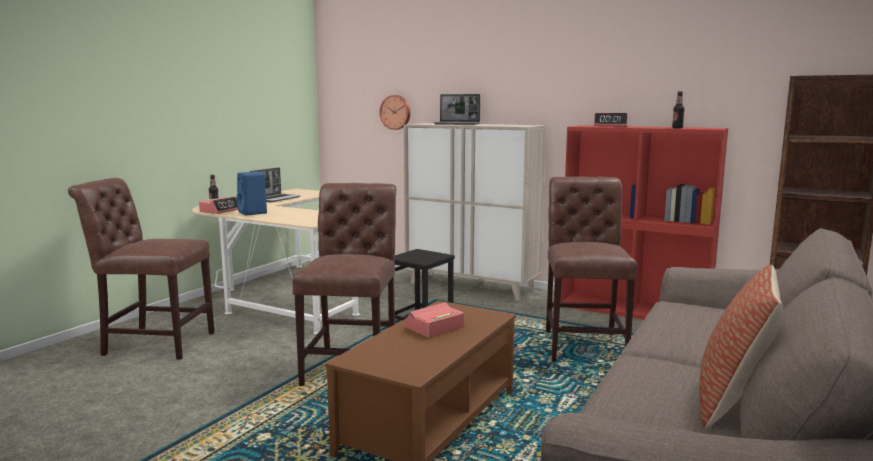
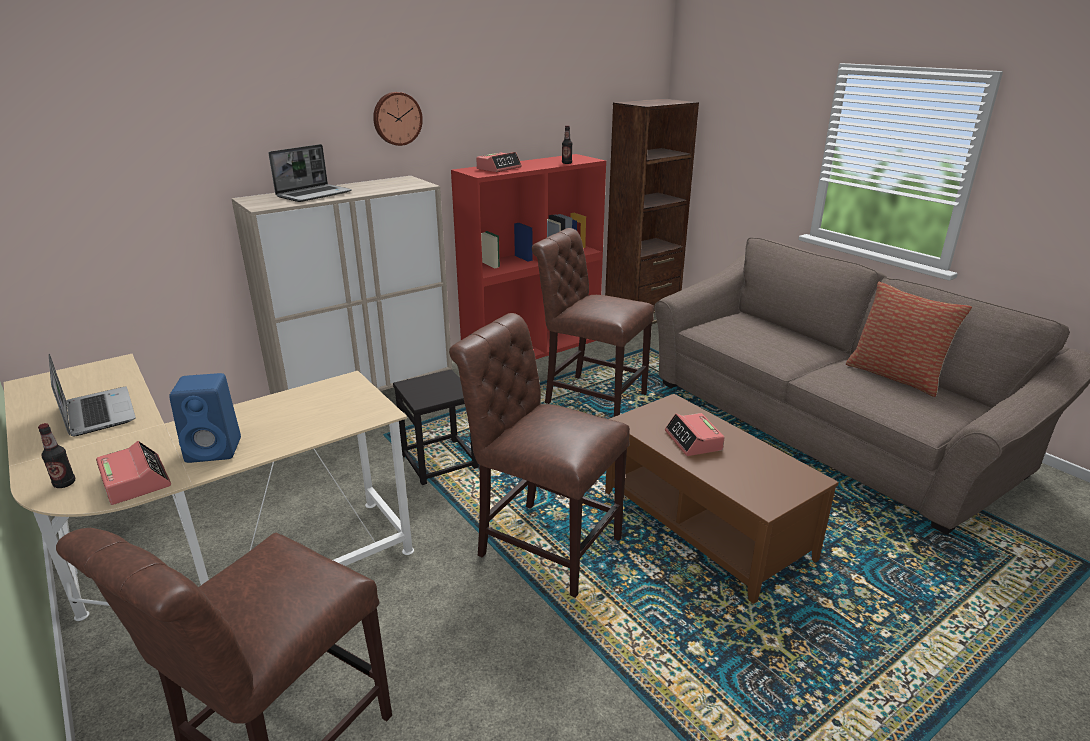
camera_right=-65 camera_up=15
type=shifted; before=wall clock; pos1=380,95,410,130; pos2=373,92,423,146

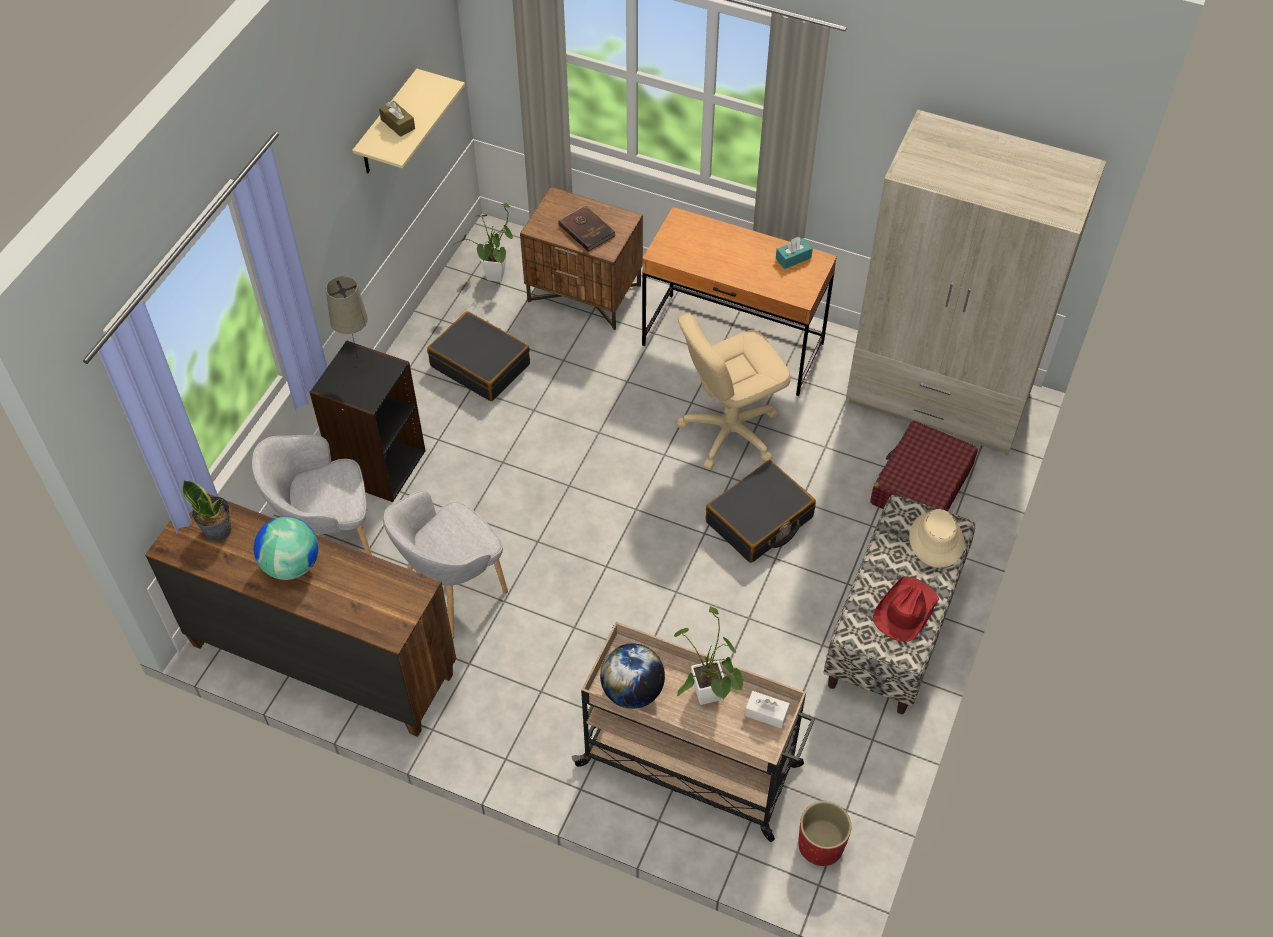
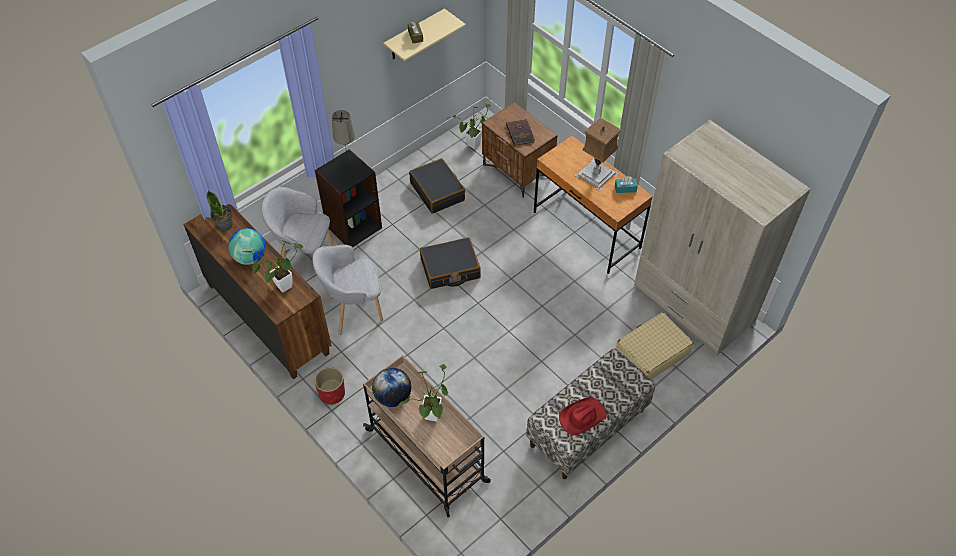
camera_right=25 camera_up=0
type=gone; before=computer chair in sand-coloured; pos1=677,313,791,470
type=shifted; before=piece of luggage in blackish; pos1=706,460,816,563; pos2=420,237,481,289
type=gone; before=tissue box in white-coloured; pos1=745,691,790,729
type=shifted; before=flower pot in reddish; pos1=798,801,852,866; pos2=314,367,345,405
type=repainted; before=piece of luggage in reddish; after=piece of luggage in sand-coloured; pos1=870,421,978,511; pos2=616,312,694,379
type=gone; before=hat in sand-coloured; pos1=909,509,965,568
type=new; after=houseplant; pos2=242,240,304,292
type=new; after=tabletop lamp; pos2=574,117,622,191

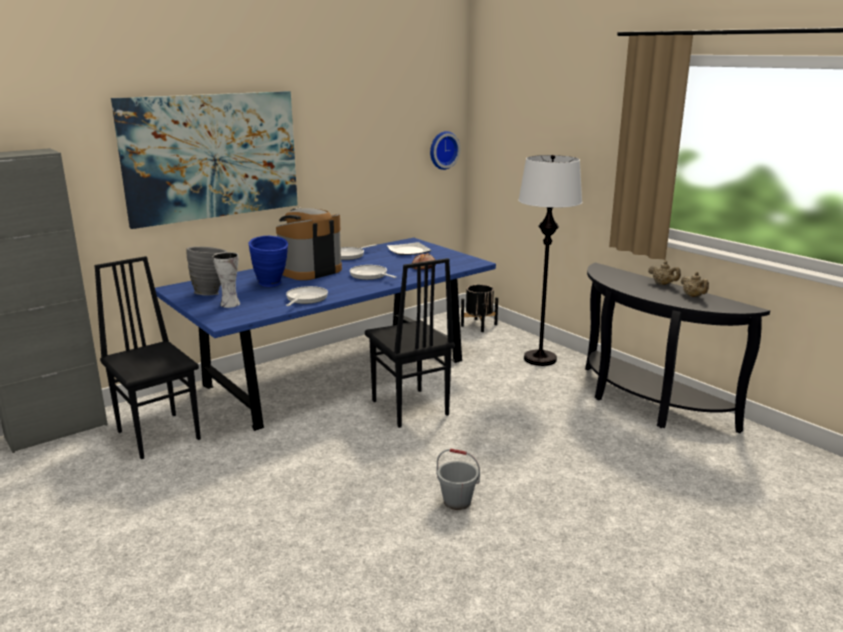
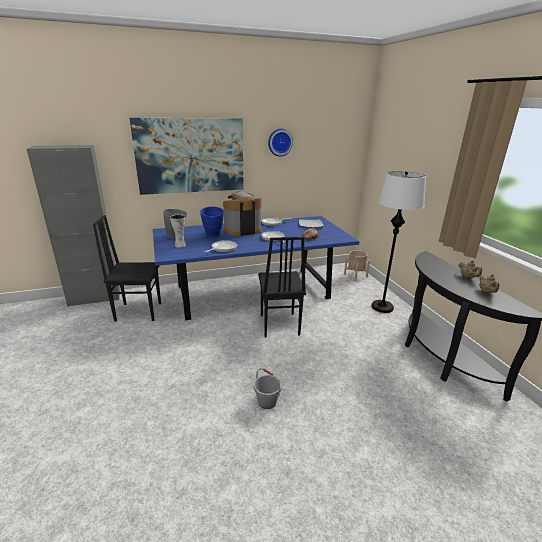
camera_right=20 camera_up=5
type=rotated; before=chair in blackish; pos1=94,256,201,459; pos2=93,215,161,322; turn=-75
type=shifted; before=wall clock; pos1=430,131,460,170; pos2=268,129,293,156
type=repainted; before=flower pot in blackish; after=flower pot in sand-coloured; pos1=461,285,498,332; pos2=344,250,370,281

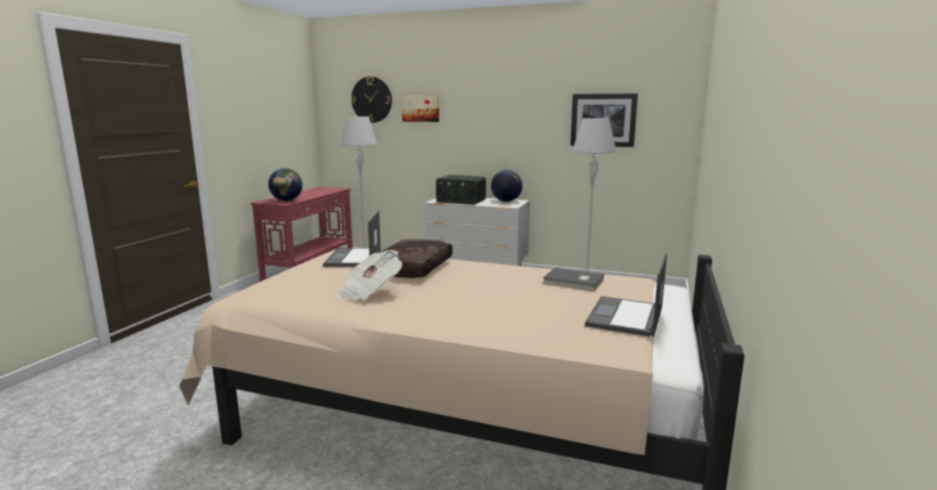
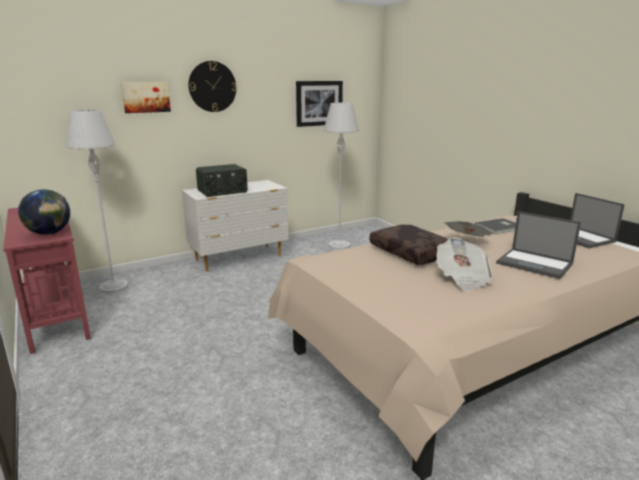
camera_right=-50 camera_up=5
type=shifted; before=notebook computer; pos1=323,211,381,267; pos2=496,211,581,279
type=shifted; before=wall clock; pos1=351,77,392,123; pos2=189,61,237,112
type=gone; before=globe; pos1=491,170,522,202
type=new; after=daily paper; pos2=444,221,492,237

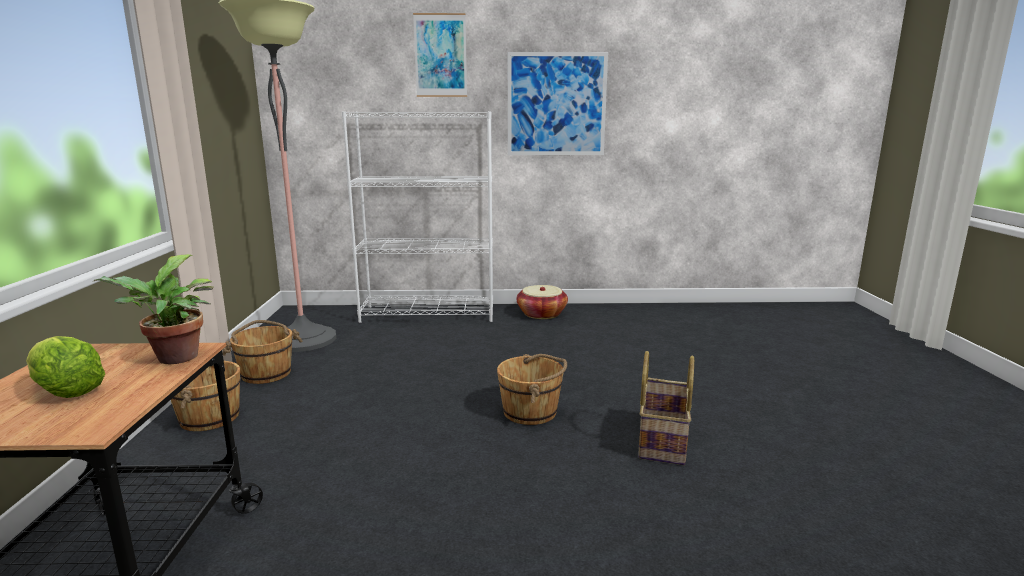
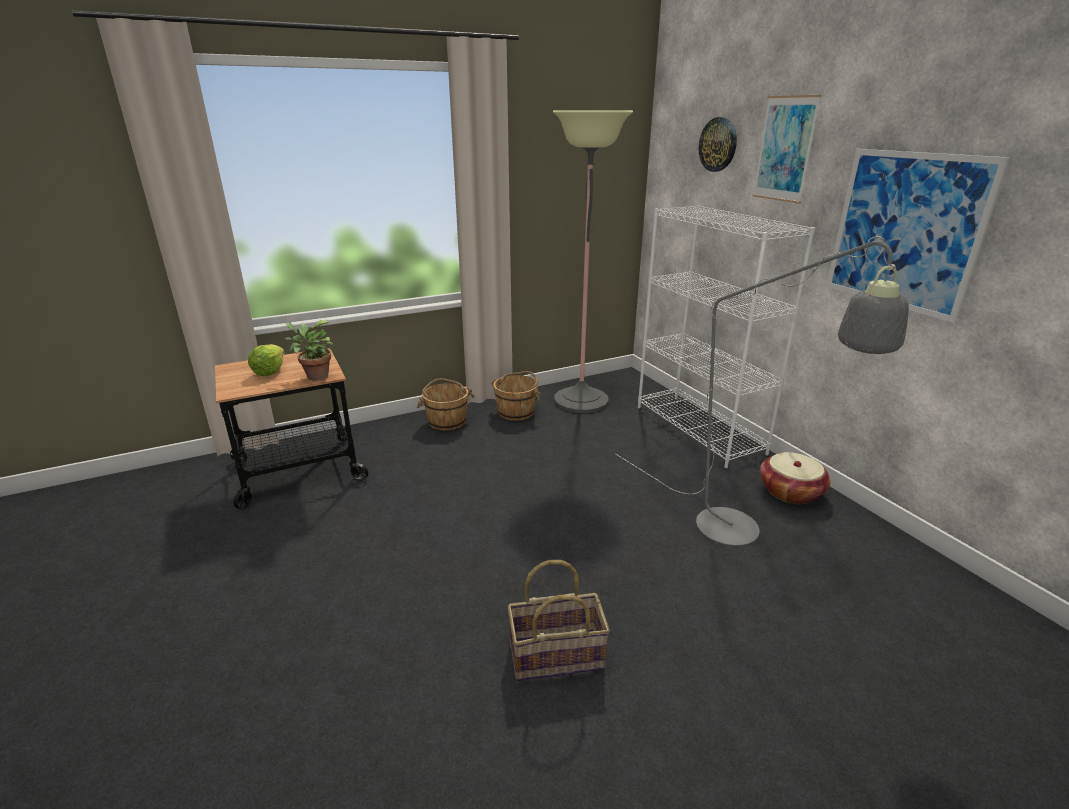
camera_right=65 camera_up=10
type=gone; before=bucket in brown; pos1=497,354,567,425
type=new; after=floor lamp in gray; pos2=616,236,909,546
type=new; after=wall clock; pos2=699,117,737,172

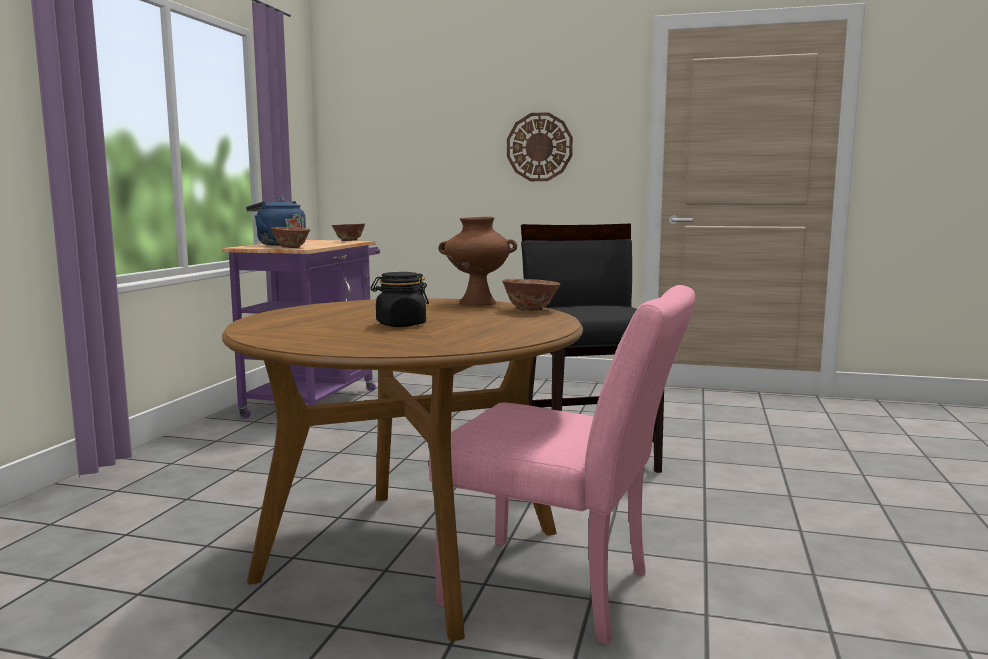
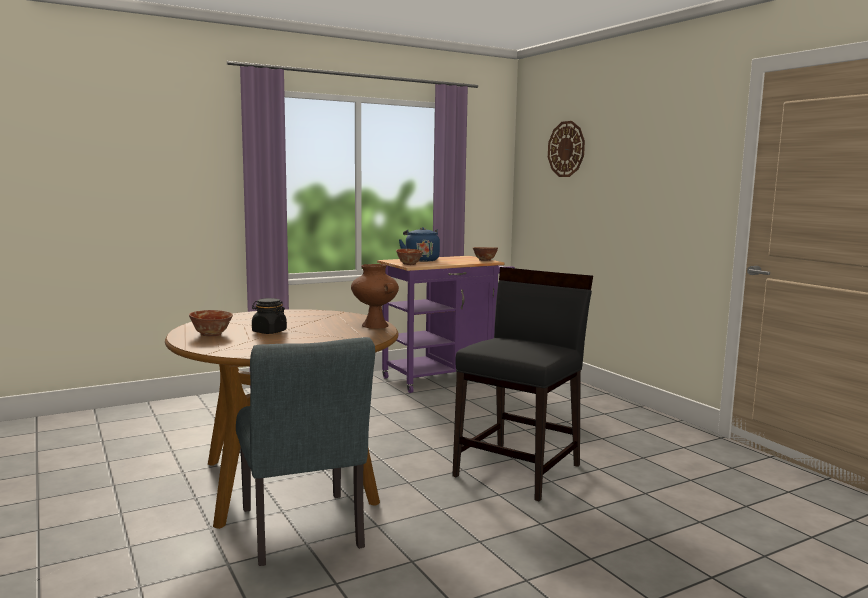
camera_right=45 camera_up=0
type=repainted; before=chair in pink; after=chair in gray; pos1=429,285,695,645; pos2=236,337,375,566
type=shifted; before=bowl; pos1=502,279,560,311; pos2=189,310,233,336
type=shifted; before=wall clock; pos1=507,112,573,181; pos2=548,121,585,177

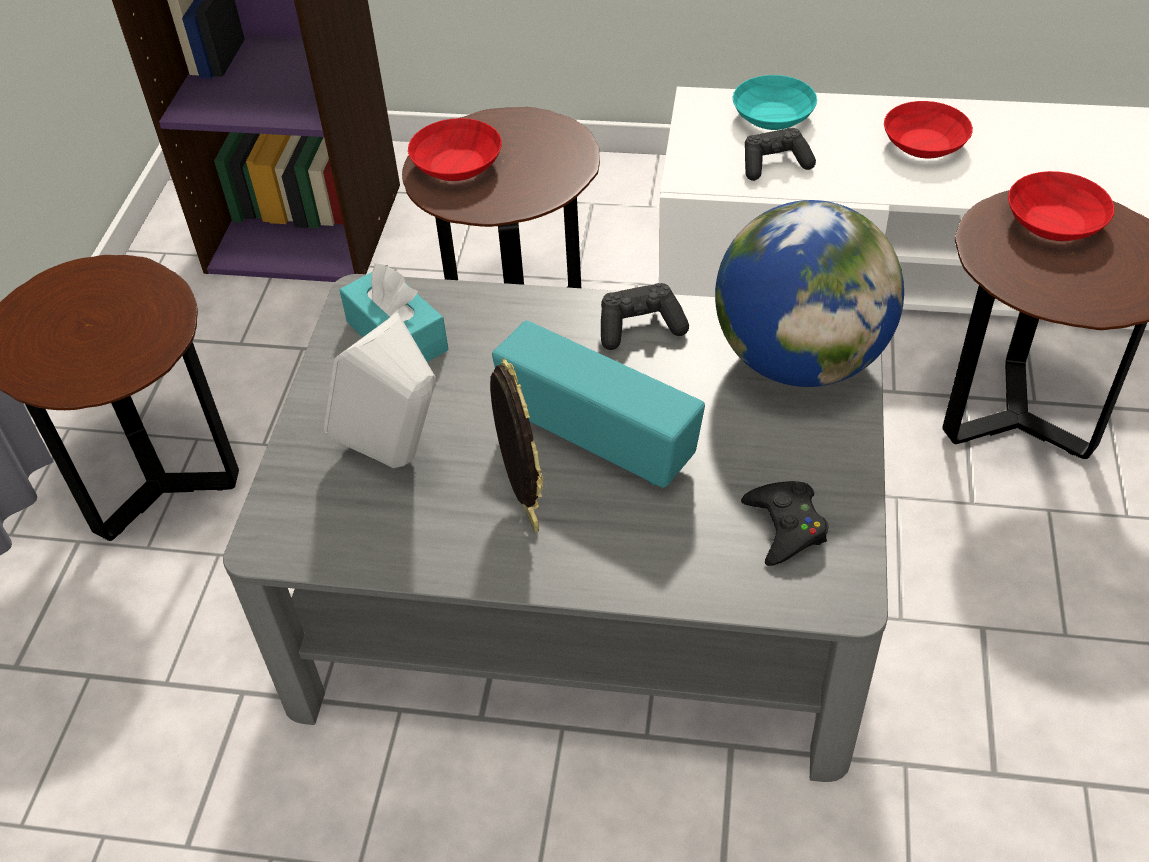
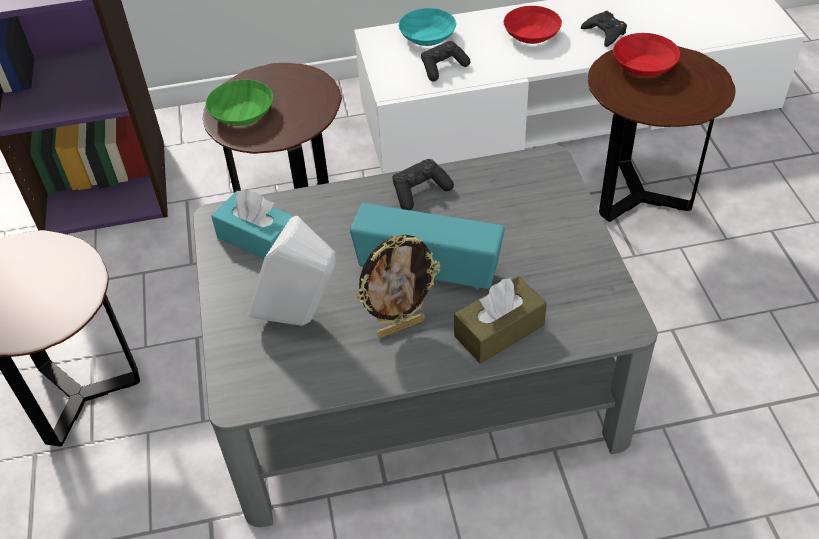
camera_right=-20 camera_up=0
type=repainted; before=bowl in reddish; after=bowl in greenish; pos1=408,118,502,181; pos2=206,79,273,126
type=rotated; before=photo frame; pos1=490,358,543,532; pos2=355,234,440,338; turn=105
type=gone; before=globe; pos1=715,200,904,387
type=shifted; before=joypad in blackish; pos1=741,481,828,566; pos2=581,11,627,47
type=new; after=tissue box in brown; pos2=454,277,547,364

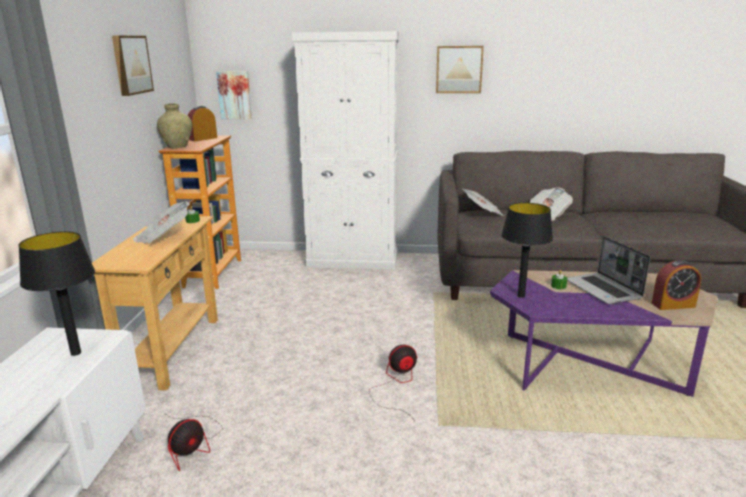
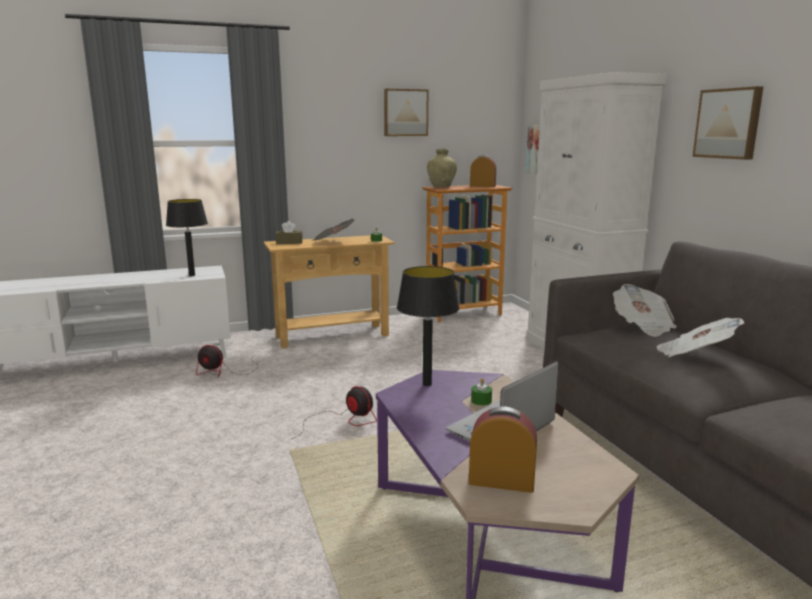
camera_right=65 camera_up=-5
type=rotated; before=table clock; pos1=652,260,701,310; pos2=469,406,537,493; turn=135
type=new; after=tissue box in brown; pos2=276,221,303,244

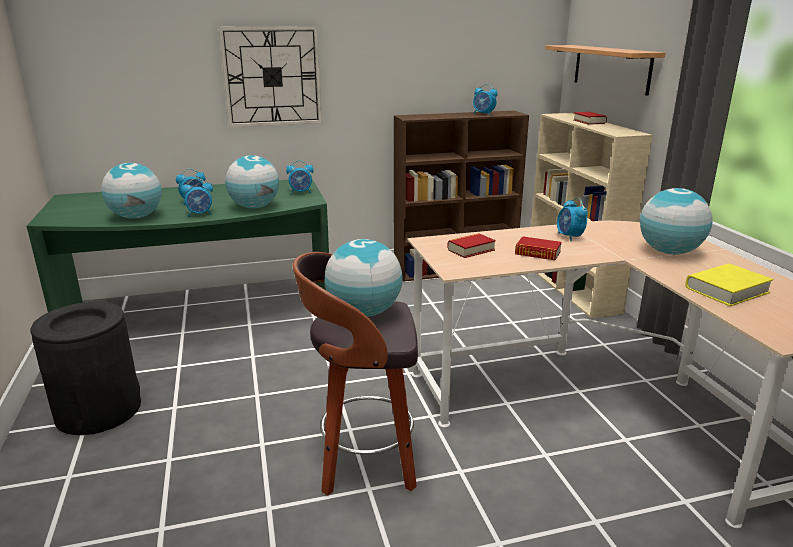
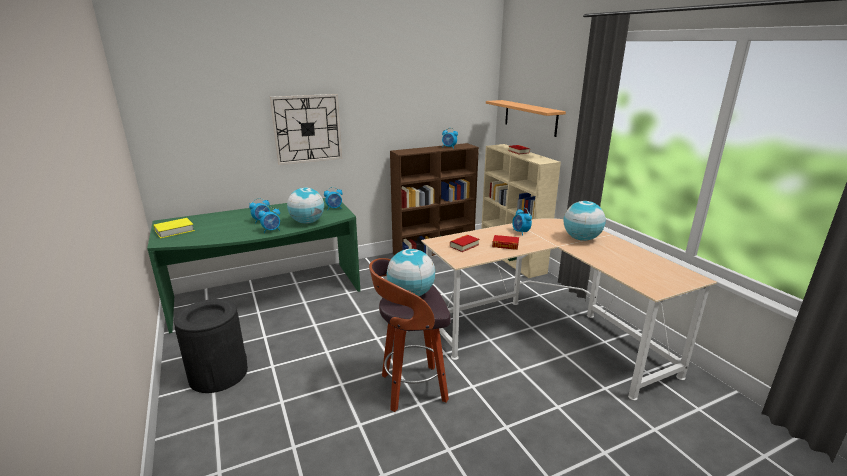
camera_right=-10 camera_up=0
type=gone; before=globe; pos1=101,163,162,219
type=shifted; before=book in yellow; pos1=685,264,773,306; pos2=154,218,195,238

